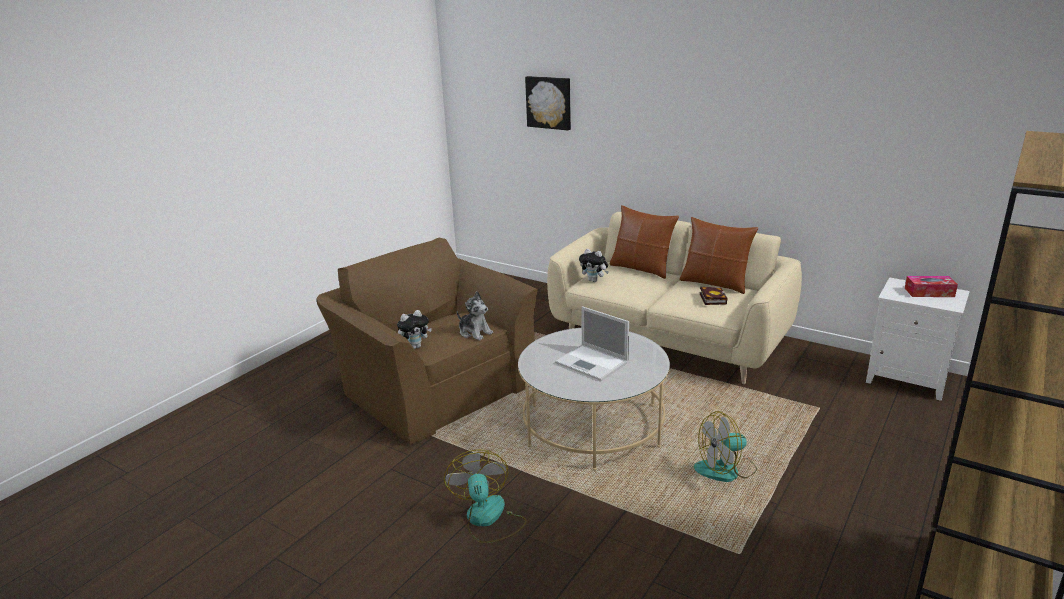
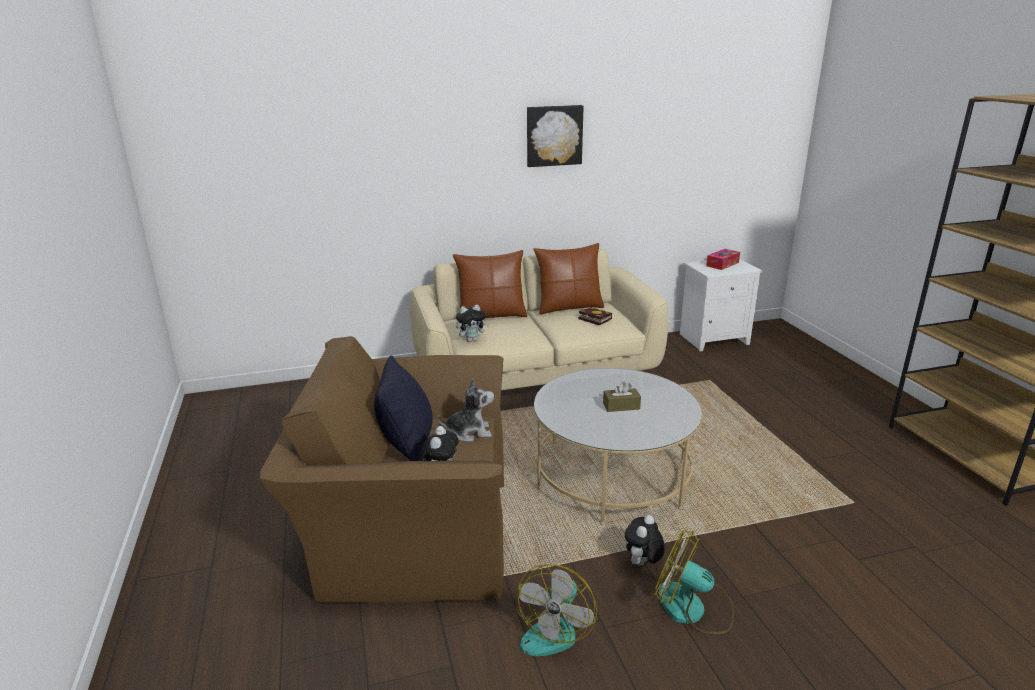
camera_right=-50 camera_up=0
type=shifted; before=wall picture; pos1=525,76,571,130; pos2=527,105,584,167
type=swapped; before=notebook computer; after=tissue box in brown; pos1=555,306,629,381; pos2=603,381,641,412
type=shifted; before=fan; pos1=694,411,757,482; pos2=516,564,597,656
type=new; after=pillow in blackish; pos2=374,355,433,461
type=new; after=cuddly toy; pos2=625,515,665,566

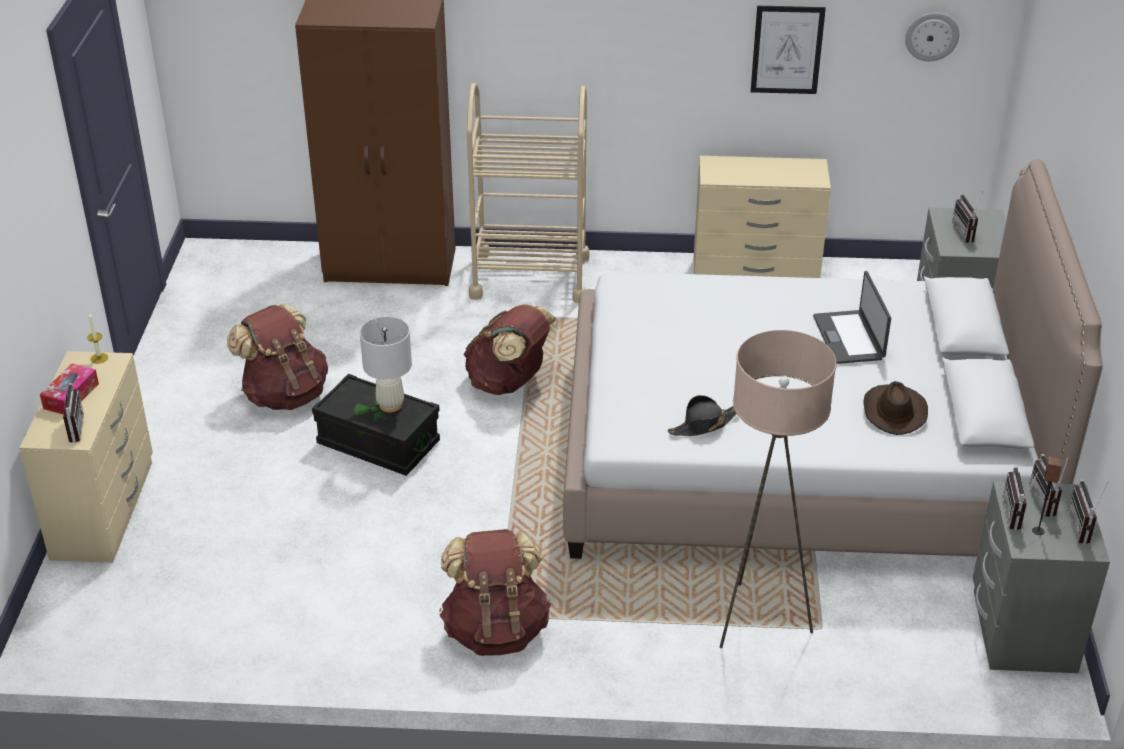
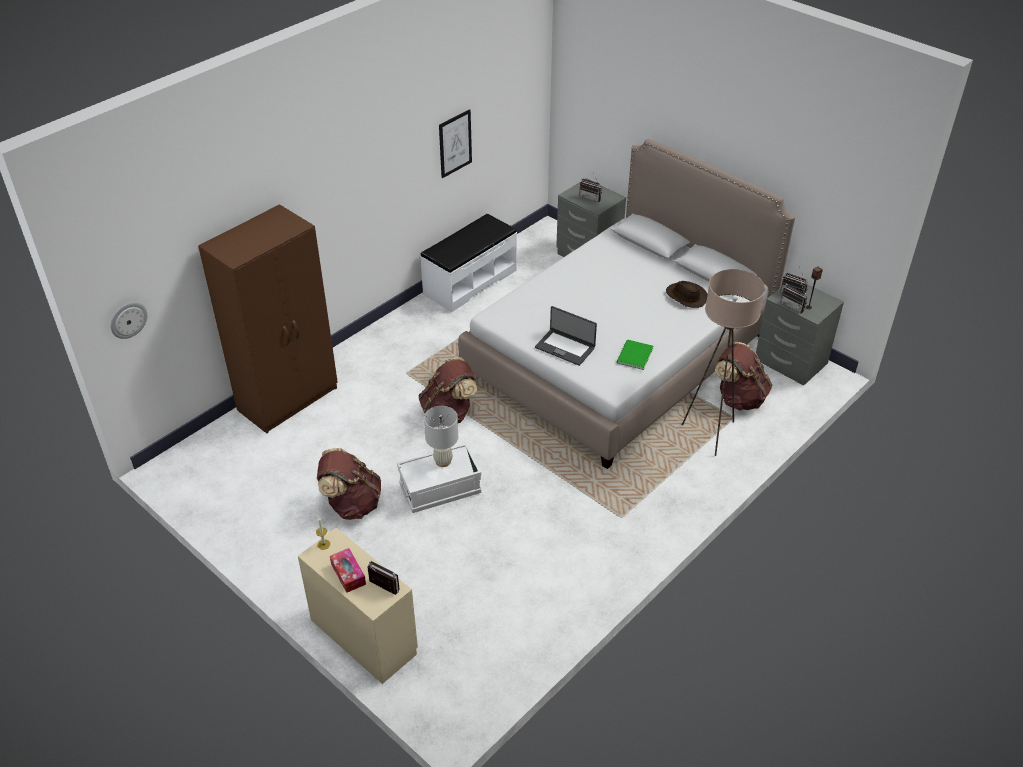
camera_right=-50 camera_up=5
type=repainted; before=storage box in blackish; after=storage box in white-coloured; pos1=312,374,440,476; pos2=397,443,481,513
type=shifted; before=rucksack in brown; pos1=439,529,551,656; pos2=715,342,772,410
type=gone; before=wheeled cart in sand-coloured; pos1=467,83,590,303
type=swapped; before=hat in blackish; after=book in greenish; pos1=668,395,736,436; pos2=617,339,653,370
type=swapped; before=drawer chest in sand-coloured; after=bench in white-coloured; pos1=694,156,831,278; pos2=420,214,517,312
type=shifted; before=notebook computer; pos1=813,271,891,364; pos2=535,306,597,366
type=shifted; before=wall clock; pos1=905,13,959,61; pos2=110,302,148,339
type=gone; before=radio set; pos1=1068,480,1108,544

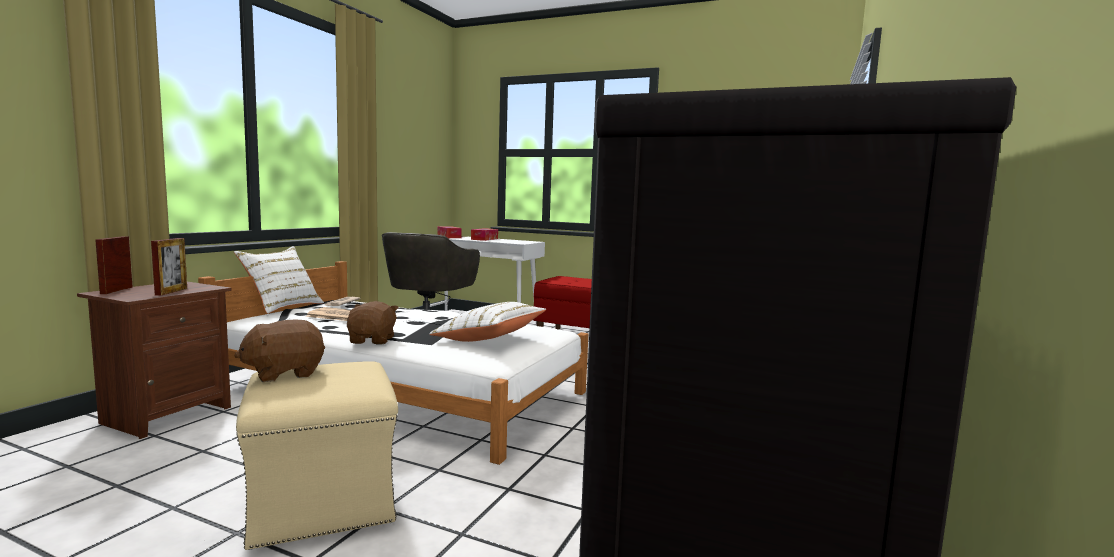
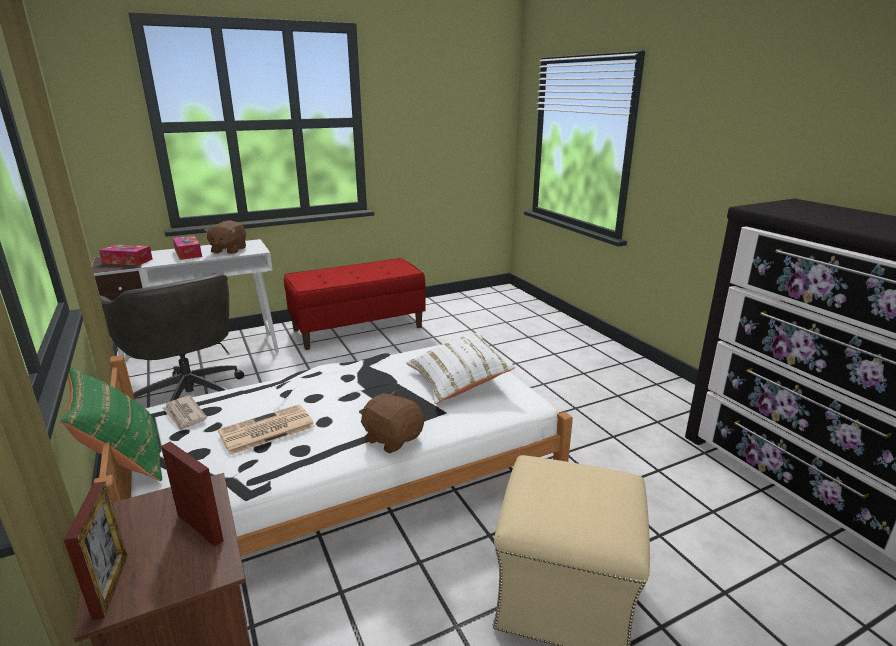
camera_right=-50 camera_up=15
type=rotated; before=photo frame; pos1=95,236,133,294; pos2=64,482,127,620; turn=-135
type=repainted; before=pillow in white-coloured; after=pillow in greenish; pos1=234,246,324,314; pos2=60,367,162,481
type=shifted; before=cuddly toy in brown; pos1=234,320,325,382; pos2=204,220,246,254

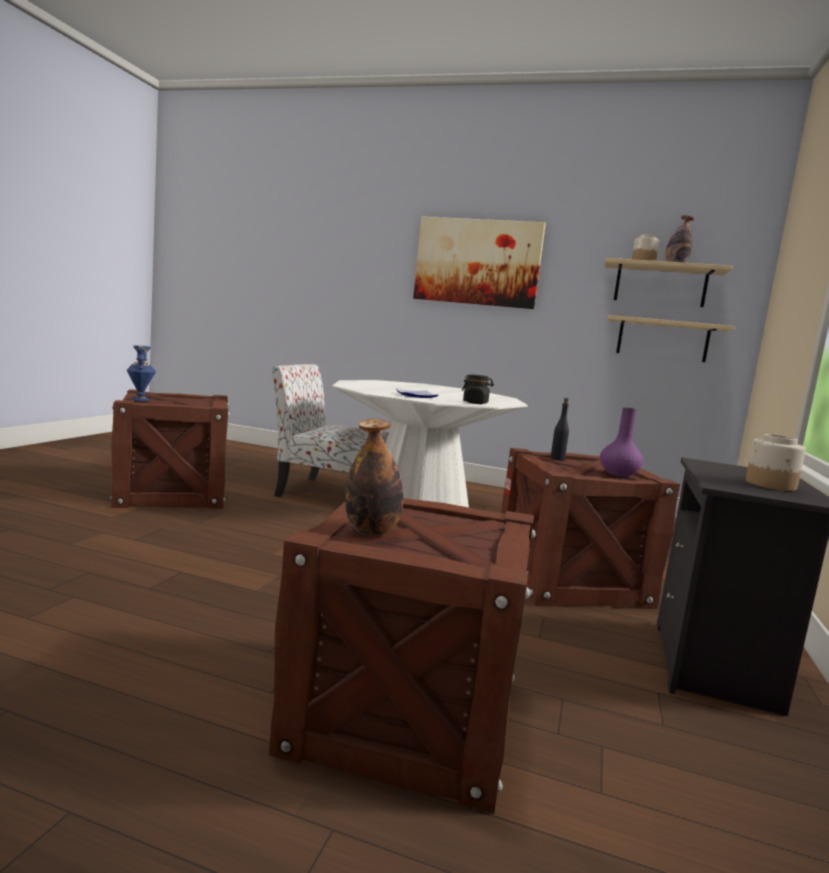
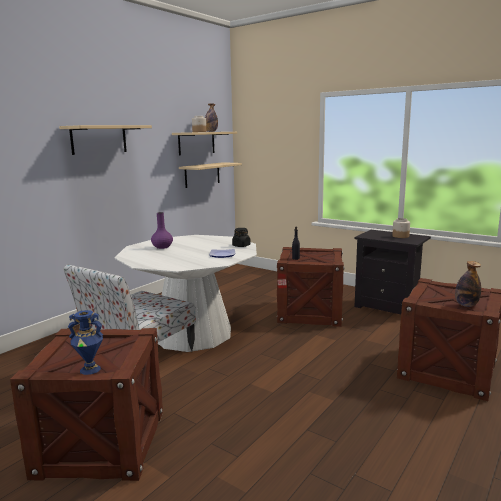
camera_right=-70 camera_up=5
type=swapped; before=wall picture; after=shelf in sand-coloured; pos1=413,217,546,309; pos2=59,125,152,155
type=shifted; before=vase in purplish; pos1=600,407,643,477; pos2=151,212,173,249

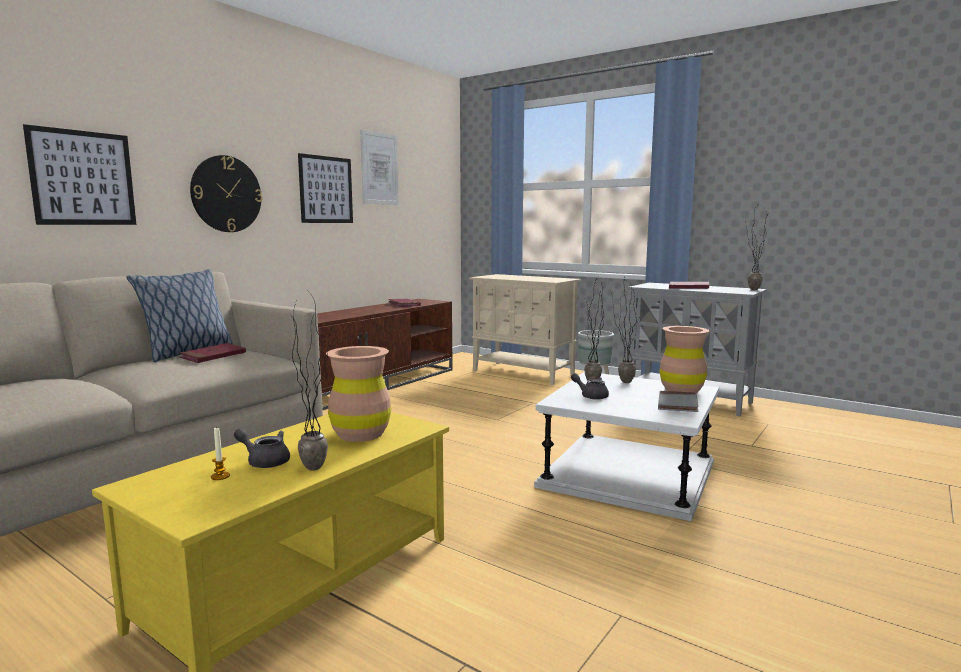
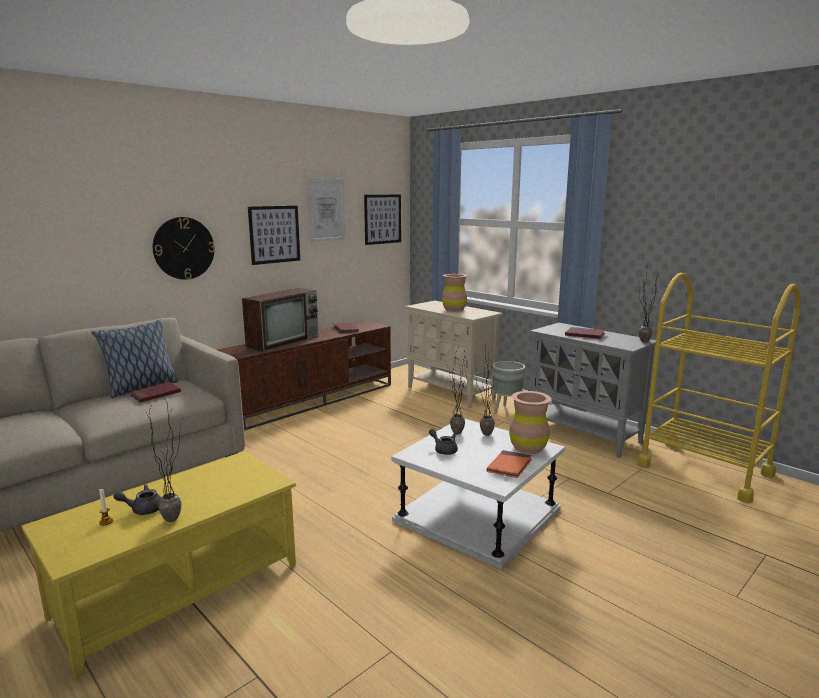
camera_right=10 camera_up=5
type=shifted; before=wall picture; pos1=23,124,136,225; pos2=364,195,401,245
type=rotated; before=pot for tea in gray; pos1=234,428,290,468; pos2=114,485,161,515; turn=-45
type=shifted; before=vase in brown; pos1=326,346,391,442; pos2=442,274,467,311
type=repainted; before=book in gray; after=book in orangey; pos1=658,391,698,412; pos2=487,450,532,478
type=new; after=television; pos2=242,288,318,352
type=new; after=wheeled cart in yellow; pos2=637,273,801,503

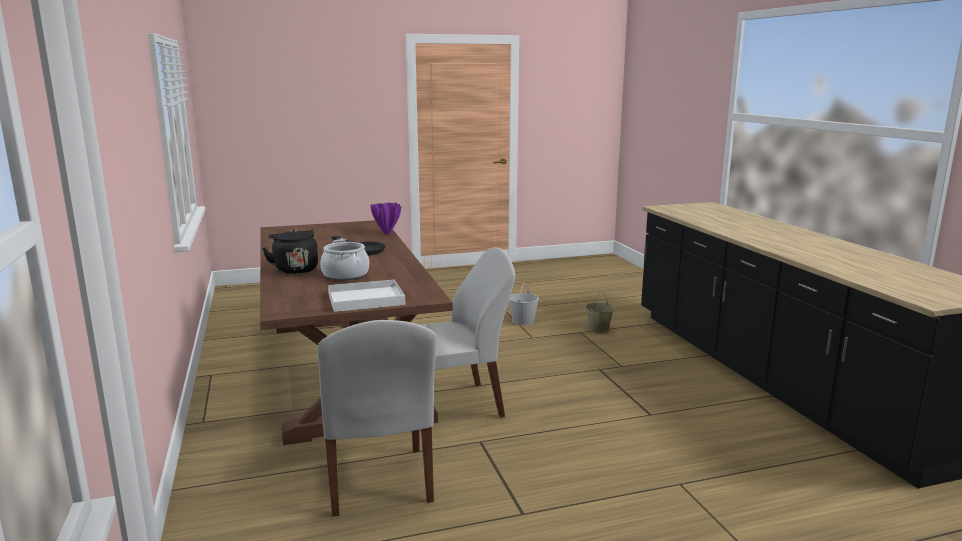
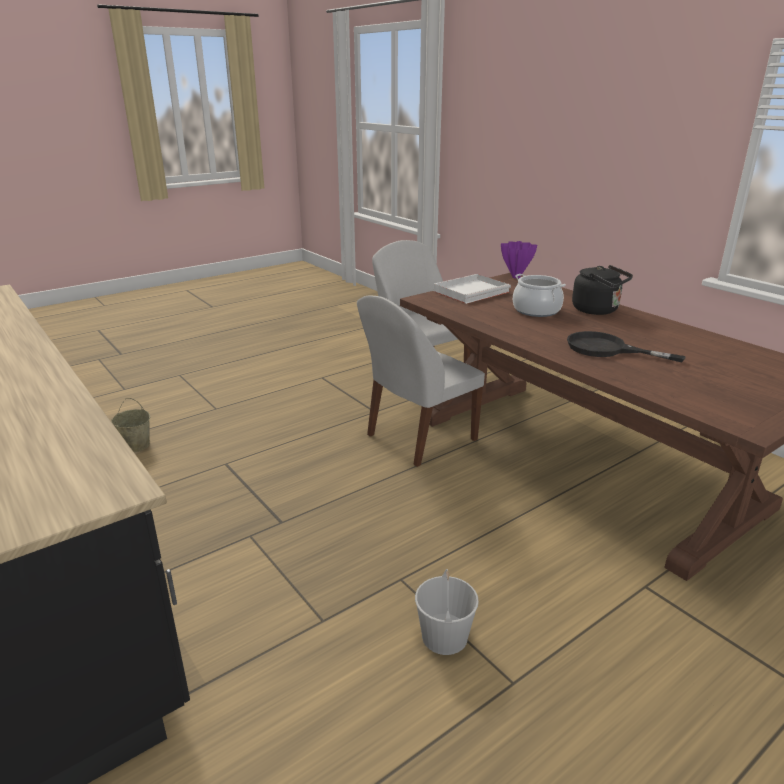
camera_right=160 camera_up=10
type=shifted; before=vase in purplish; pos1=370,203,401,235; pos2=501,241,537,278
type=shifted; before=bucket in sand-coloured; pos1=585,291,614,334; pos2=111,398,150,452

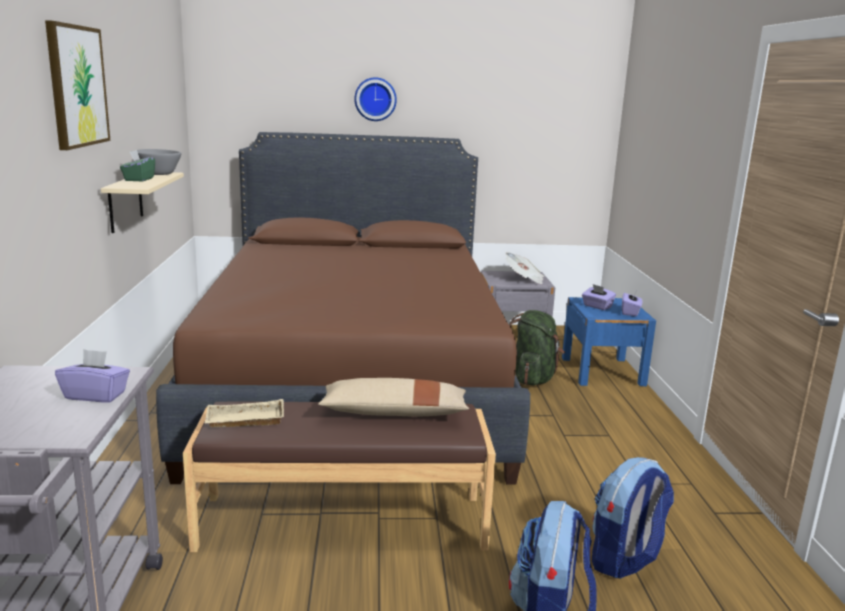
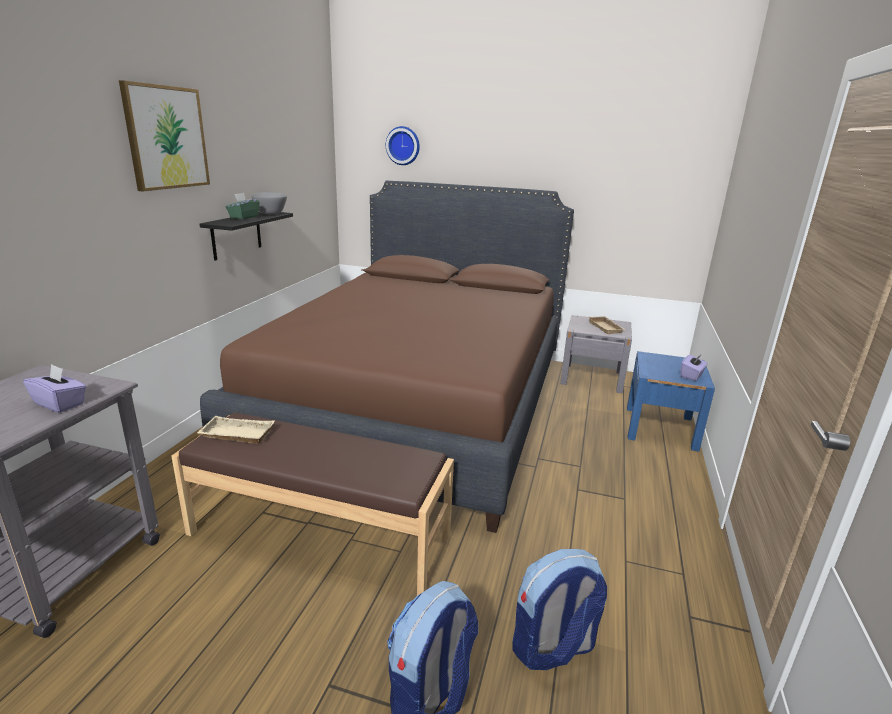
camera_right=20 camera_up=5
type=repainted; before=shelf in sand-coloured; after=shelf in blackish; pos1=101,172,184,233; pos2=199,212,293,261
type=gone; before=pillow in sand-coloured; pos1=318,378,469,417
type=shifted; before=wall clock; pos1=354,77,397,121; pos2=386,126,420,165
type=swapped; before=daily paper; after=carrying tray in sand-coloured; pos1=506,252,544,284; pos2=589,316,626,334
type=gone; before=rucksack in greenish; pos1=509,310,565,385
type=gone; before=tissue box in purplish; pos1=582,284,616,310

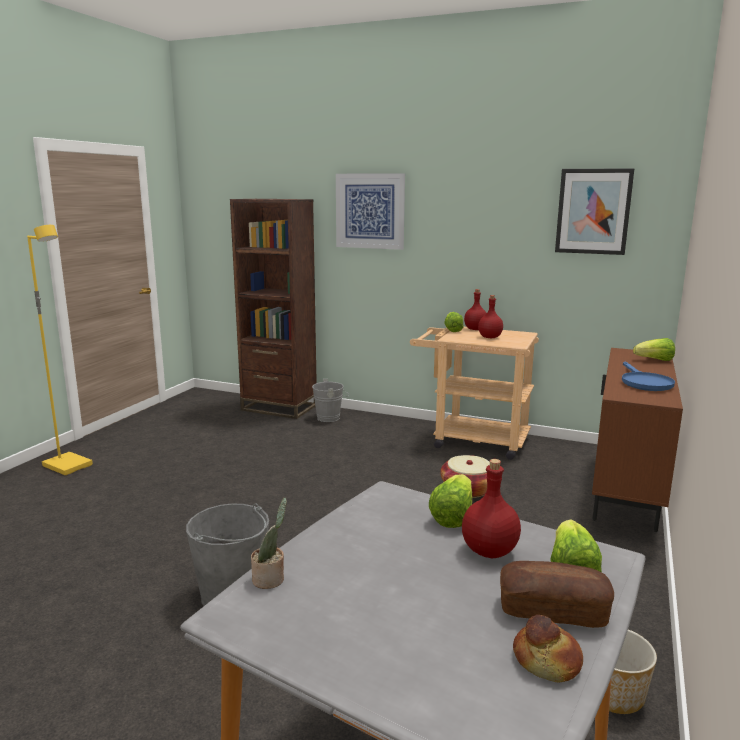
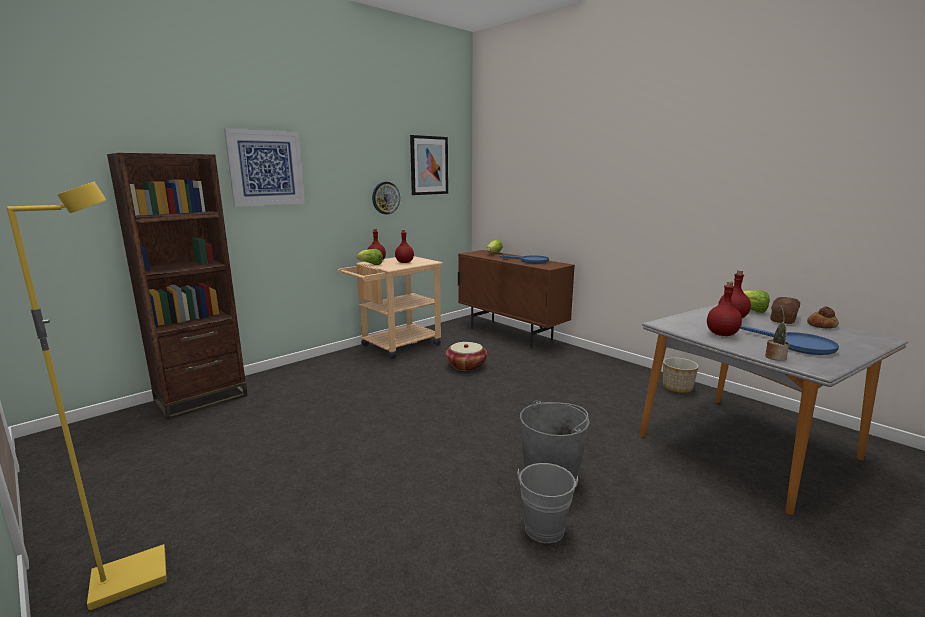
camera_right=-65 camera_up=0
type=shifted; before=bucket in gray; pos1=312,379,349,422; pos2=517,463,578,543
type=gone; before=head of lettuce; pos1=429,474,472,528
type=new; after=wall clock; pos2=372,182,400,215
type=new; after=beverage bottle in reddish; pos2=707,281,742,336
type=new; after=frying pan in blue-coloured; pos2=740,325,839,355

